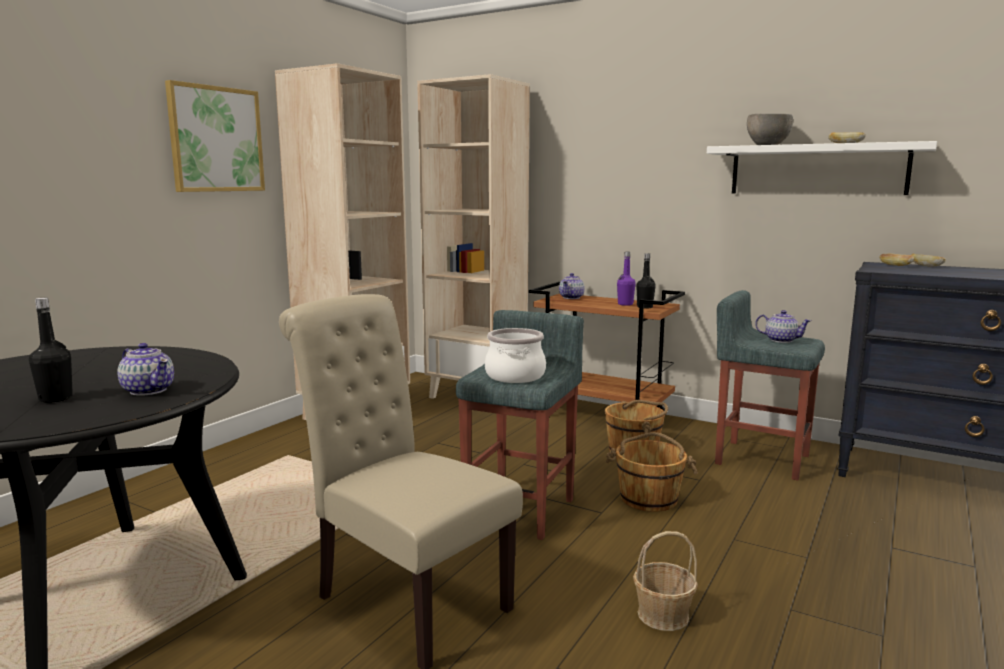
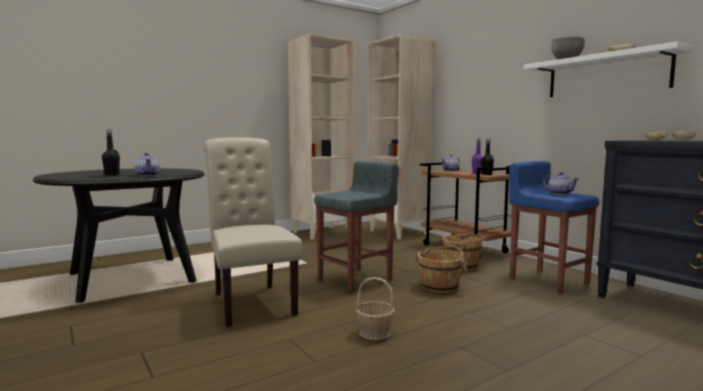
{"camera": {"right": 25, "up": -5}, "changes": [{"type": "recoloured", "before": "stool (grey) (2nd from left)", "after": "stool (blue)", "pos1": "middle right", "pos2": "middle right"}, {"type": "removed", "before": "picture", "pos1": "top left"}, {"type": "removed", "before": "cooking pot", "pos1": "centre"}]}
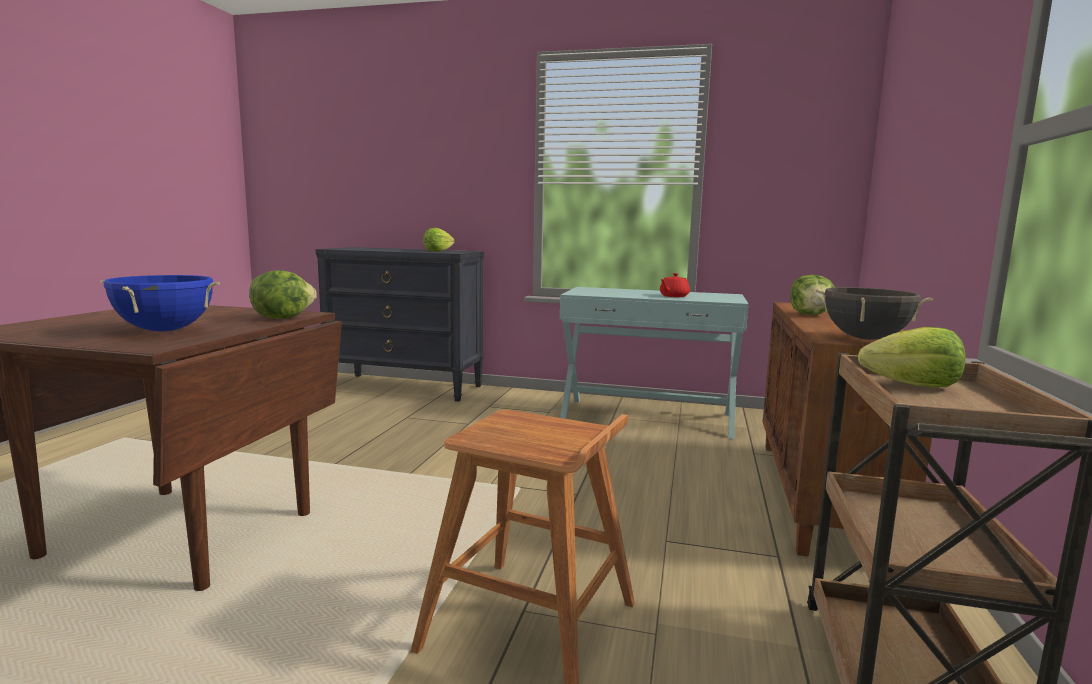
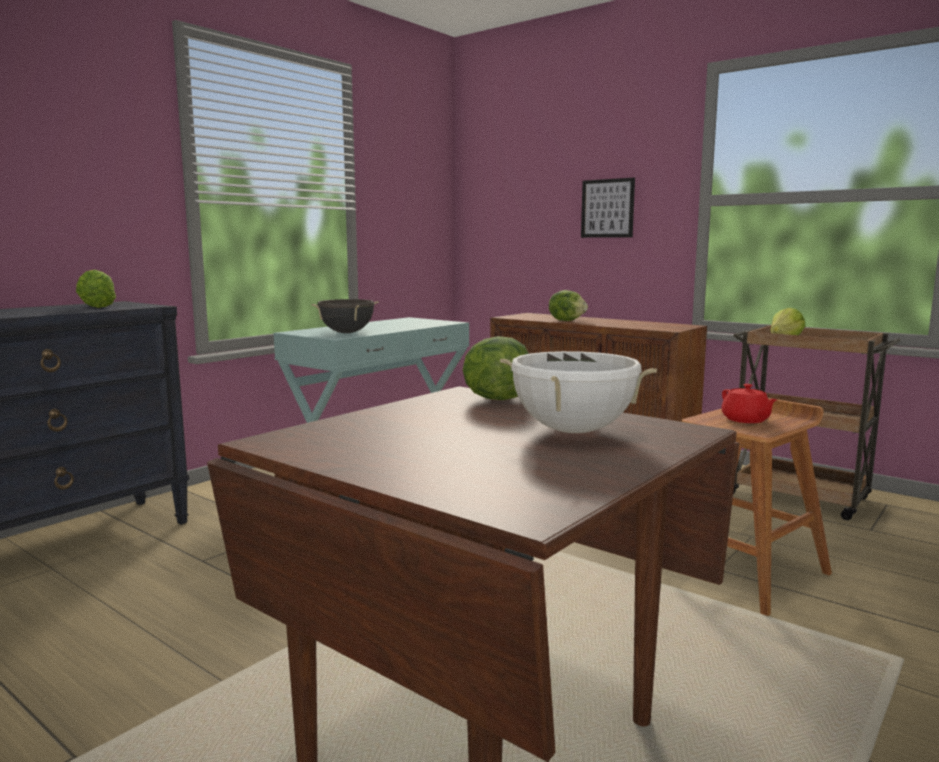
{"camera": {"right": -65, "up": 0}, "changes": [{"type": "moved", "before": "cooking pot (black)", "pos1": "middle right", "pos2": "centre"}, {"type": "recoloured", "before": "cooking pot (blue)", "after": "cooking pot (white)", "pos1": "middle left", "pos2": "centre"}, {"type": "added", "after": "picture", "pos2": "top centre"}, {"type": "moved", "before": "teapot (red)", "pos1": "centre", "pos2": "middle right"}]}
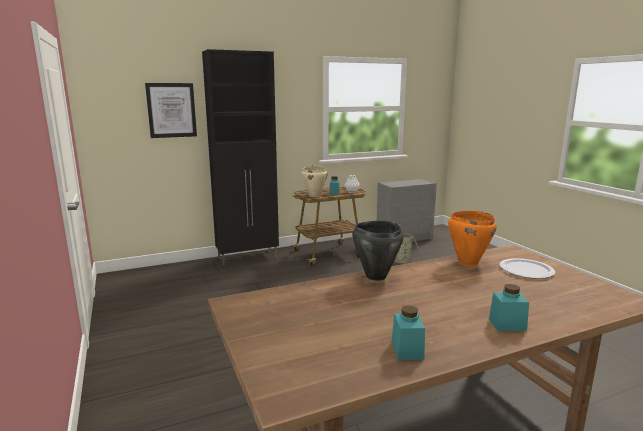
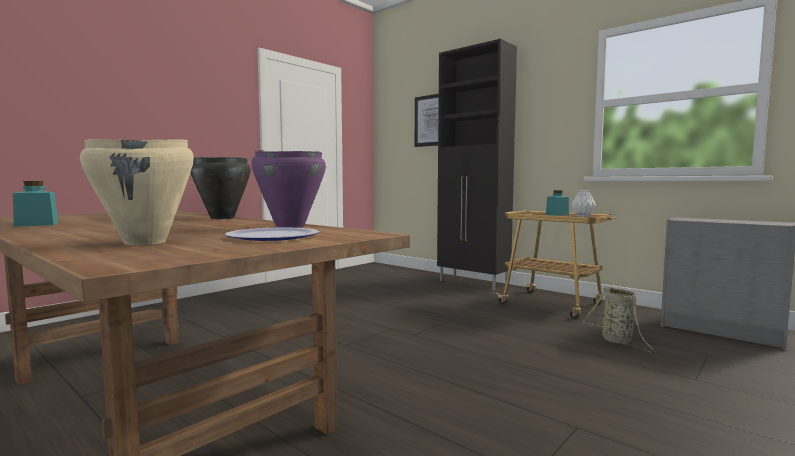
{"camera": {"right": 65, "up": -10}, "changes": [{"type": "moved", "before": "cooking pot (beige)", "pos1": "centre", "pos2": "middle left"}, {"type": "recoloured", "before": "cooking pot (orange)", "after": "cooking pot (purple)", "pos1": "middle right", "pos2": "centre"}, {"type": "removed", "before": "jar (turquoise) (3rd from left)", "pos1": "bottom right"}]}
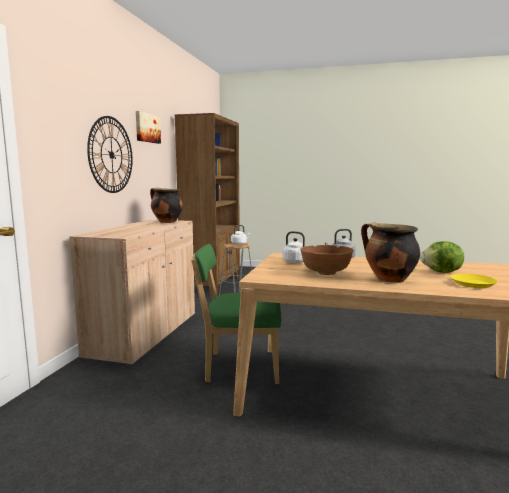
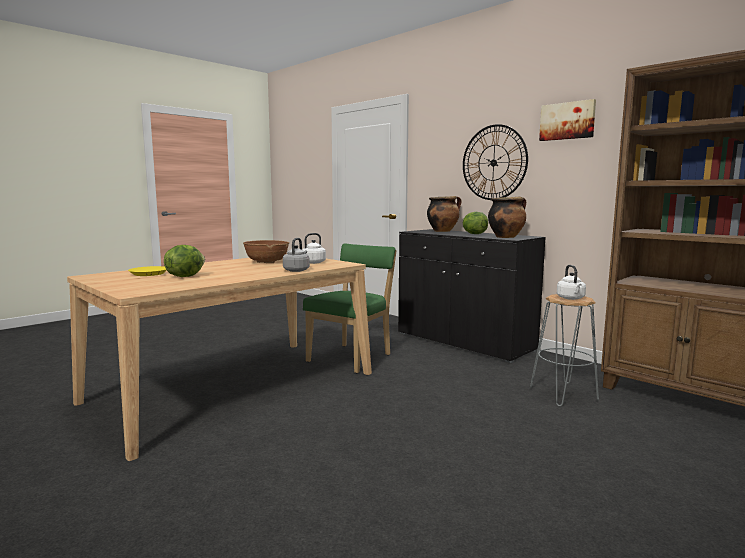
{"camera": {"right": 120, "up": 0}, "changes": [{"type": "recoloured", "before": "cabinet (beige)", "after": "cabinet (black)", "pos1": "middle left", "pos2": "centre"}, {"type": "moved", "before": "cooking pot (2nd from left in the first image)", "after": "cooking pot (1st from left)", "pos1": "middle right", "pos2": "centre"}, {"type": "added", "after": "lettuce (2nd from left)", "pos2": "centre"}]}
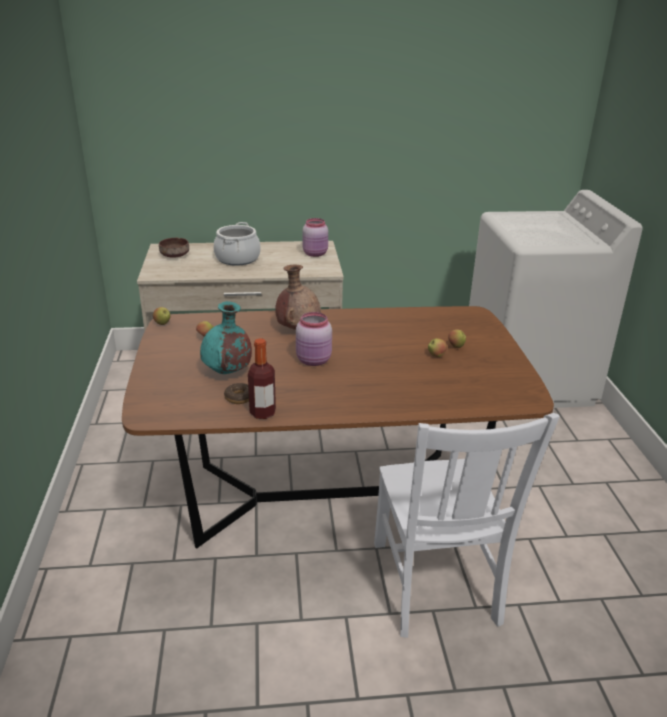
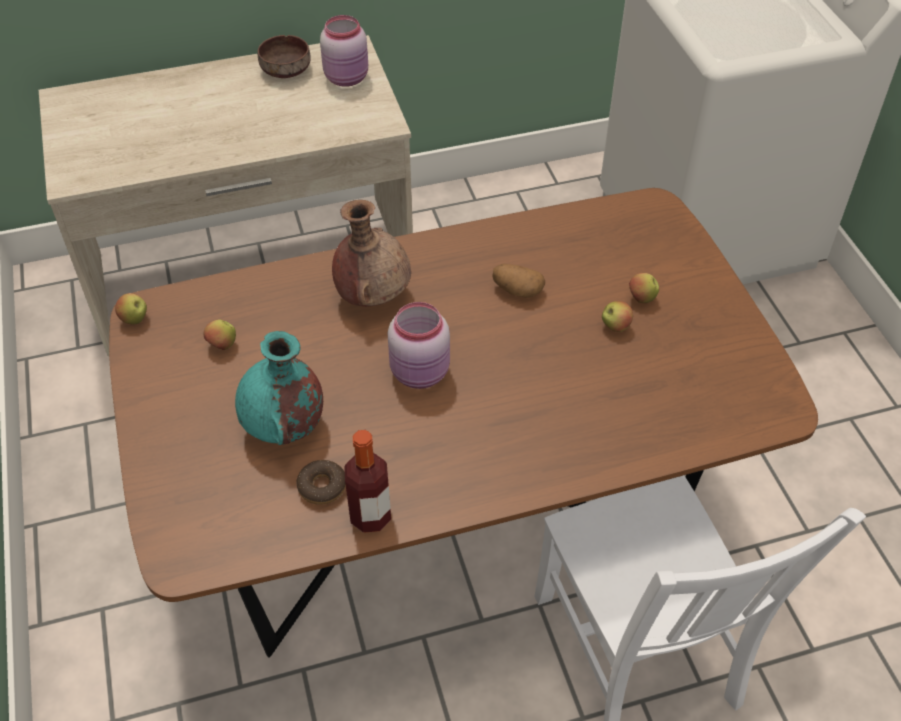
{"camera": {"right": -10, "up": 20}, "changes": [{"type": "moved", "before": "bowl (brown)", "pos1": "middle left", "pos2": "top left"}, {"type": "added", "after": "potato", "pos2": "centre"}, {"type": "removed", "before": "cooking pot", "pos1": "centre"}]}
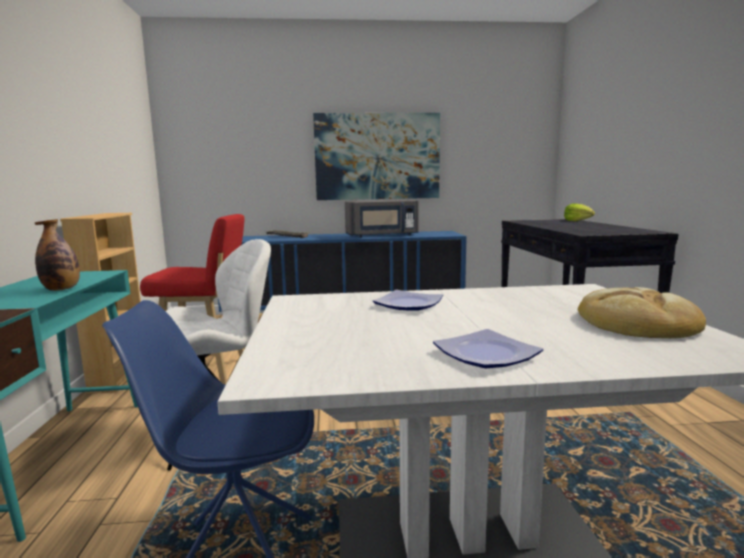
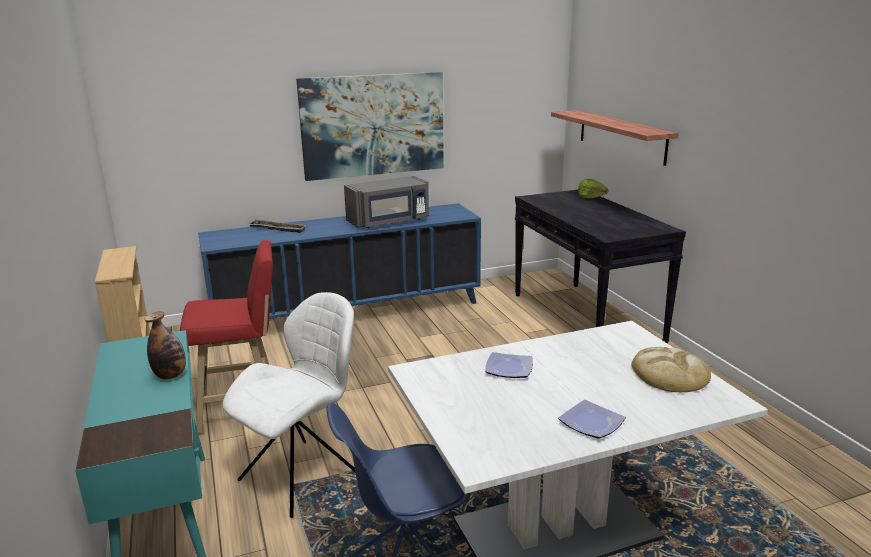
{"camera": {"right": -15, "up": 10}, "changes": [{"type": "added", "after": "shelf", "pos2": "top right"}]}
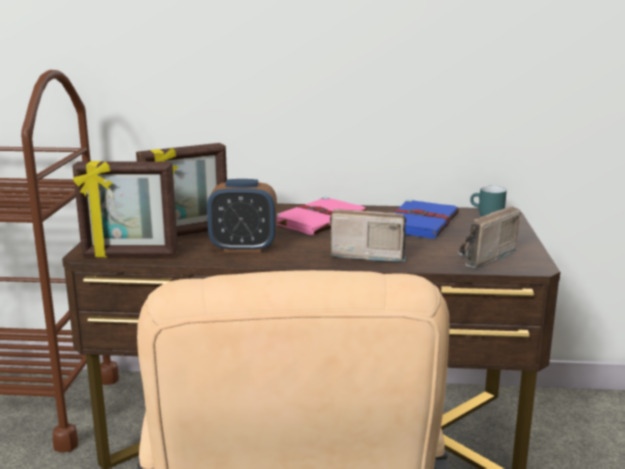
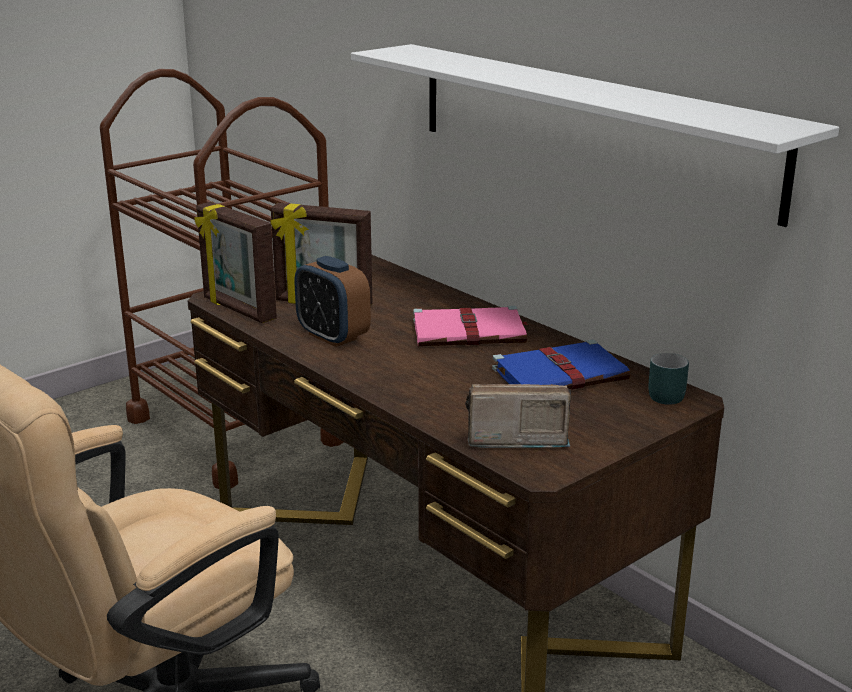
{"camera": {"right": 45, "up": 5}, "changes": [{"type": "added", "after": "shelf (white)", "pos2": "top right"}, {"type": "removed", "before": "radio (1st from left)", "pos1": "centre"}]}
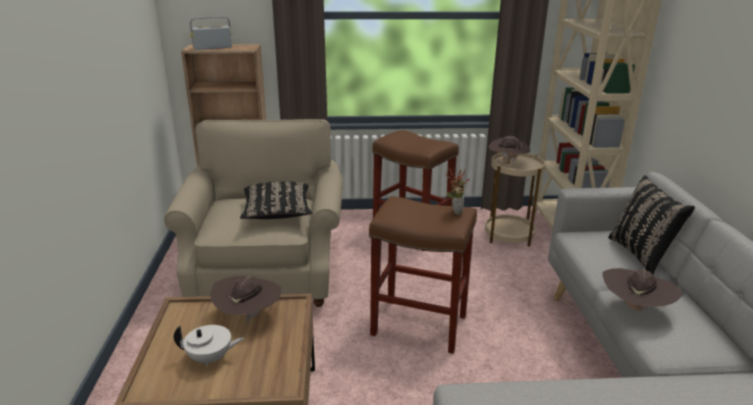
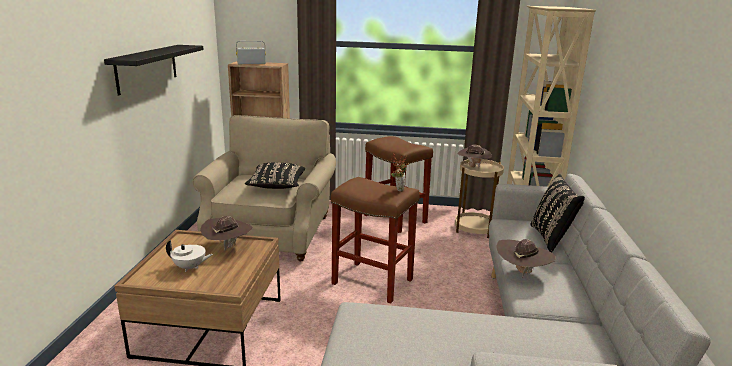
{"camera": {"right": 10, "up": -5}, "changes": [{"type": "added", "after": "shelf (black)", "pos2": "top left"}]}
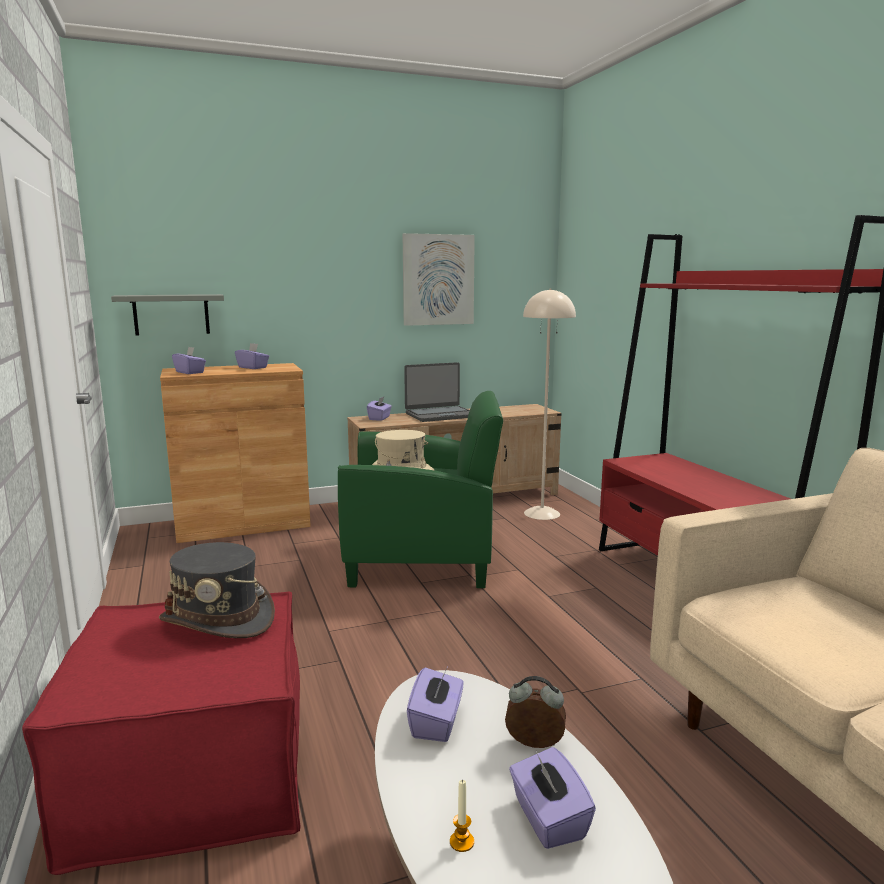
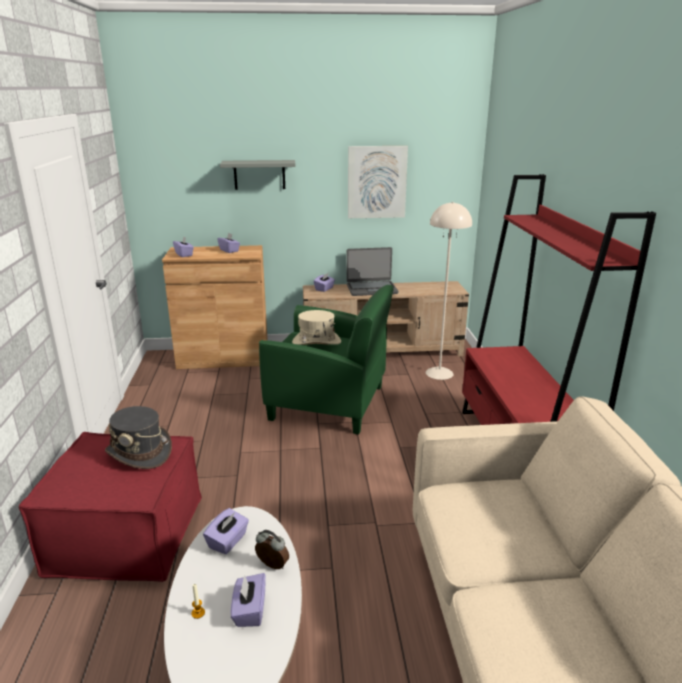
{"camera": {"right": 15, "up": 10}, "changes": [{"type": "moved", "before": "shelf (grey)", "pos1": "middle left", "pos2": "top centre"}]}
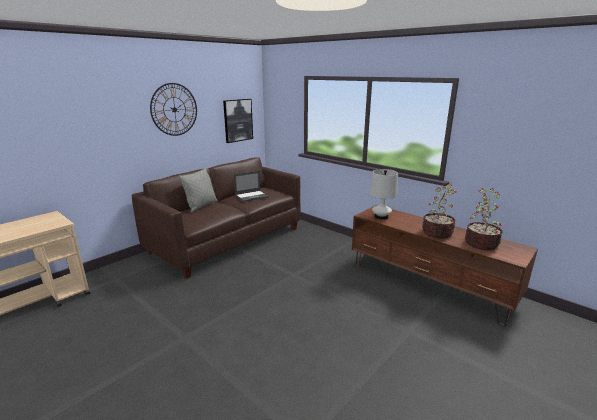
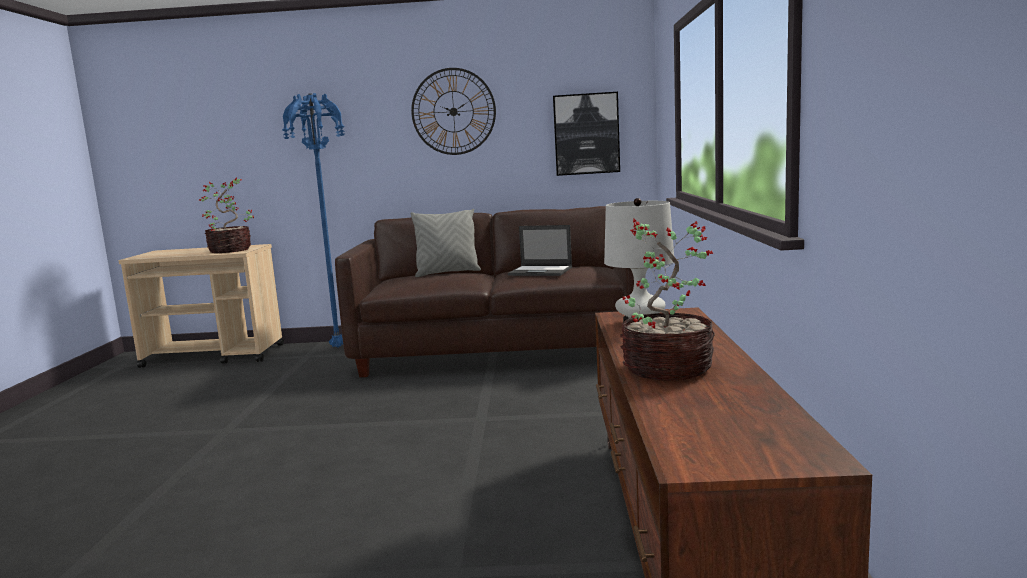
{"camera": {"right": 50, "up": -10}, "changes": [{"type": "moved", "before": "potted plant (2nd from left in the first image)", "after": "potted plant (1st from left)", "pos1": "middle right", "pos2": "middle left"}, {"type": "added", "after": "floor lamp (blue)", "pos2": "middle left"}]}
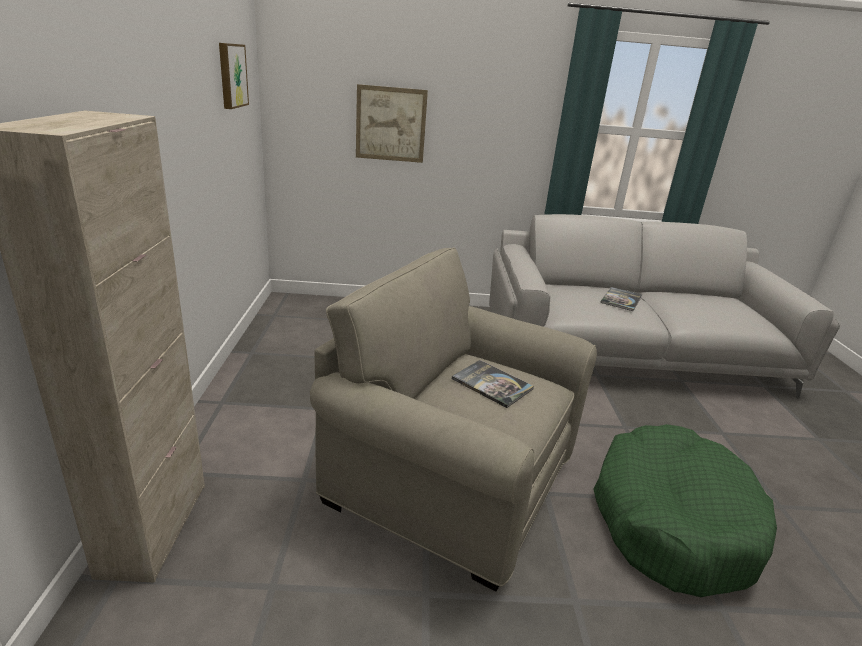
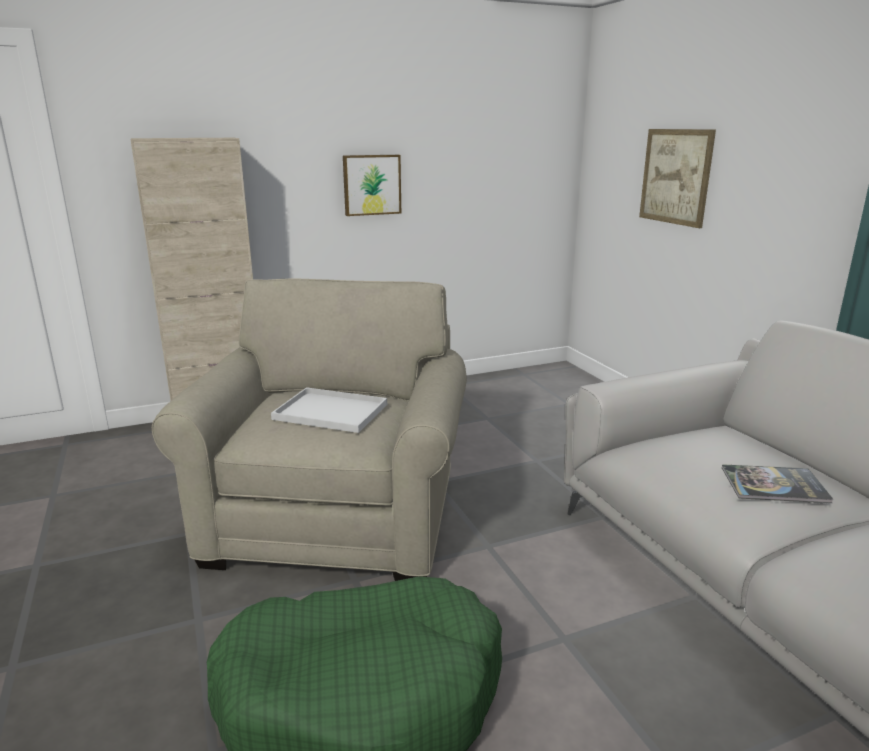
{"camera": {"right": 70, "up": -5}, "changes": [{"type": "replaced", "before": "book (1st from left)", "after": "tray (white)", "pos1": "centre", "pos2": "centre"}, {"type": "moved", "before": "picture (1st from left)", "pos1": "top left", "pos2": "top centre"}]}
